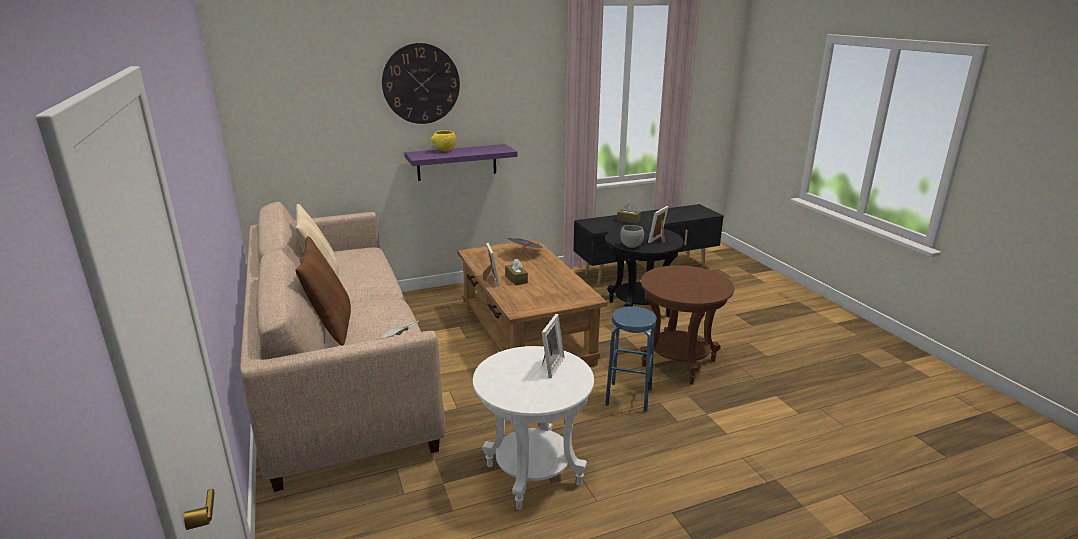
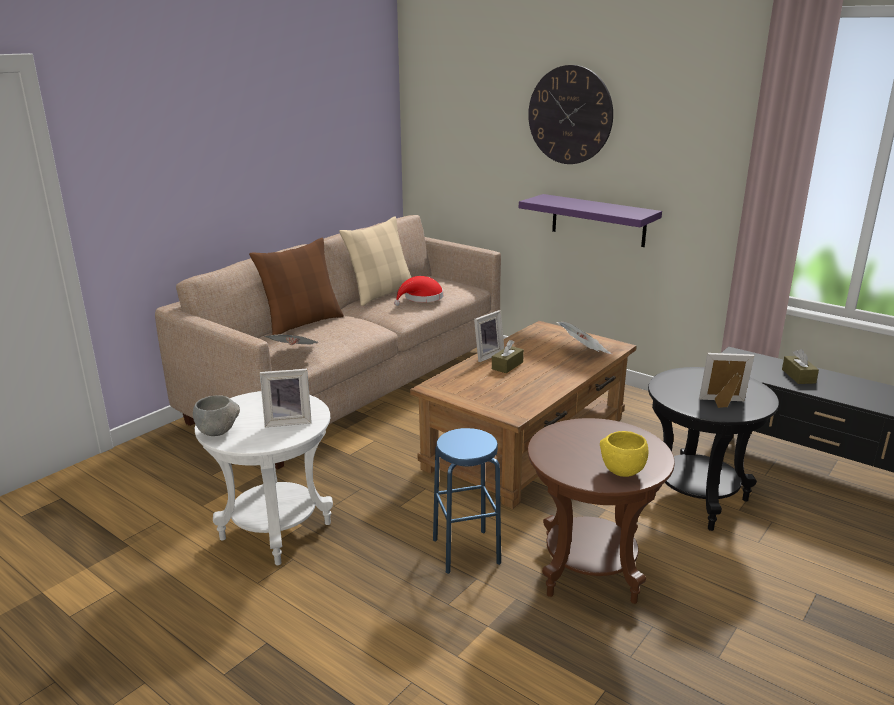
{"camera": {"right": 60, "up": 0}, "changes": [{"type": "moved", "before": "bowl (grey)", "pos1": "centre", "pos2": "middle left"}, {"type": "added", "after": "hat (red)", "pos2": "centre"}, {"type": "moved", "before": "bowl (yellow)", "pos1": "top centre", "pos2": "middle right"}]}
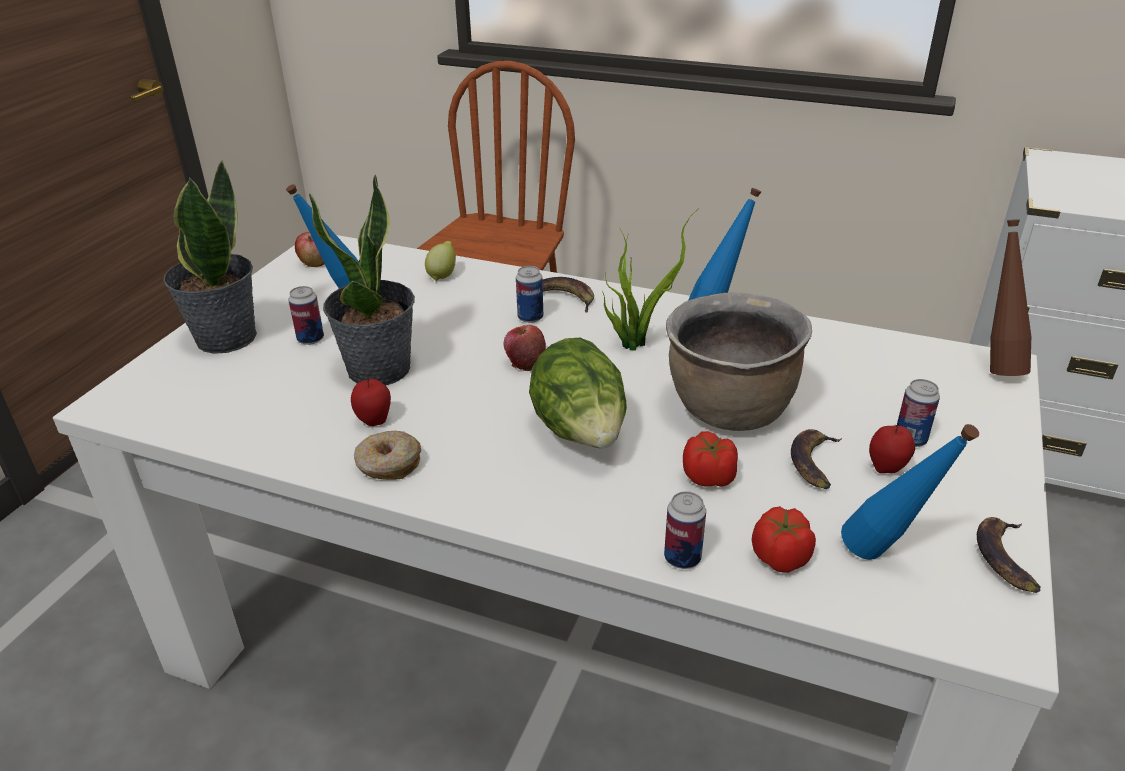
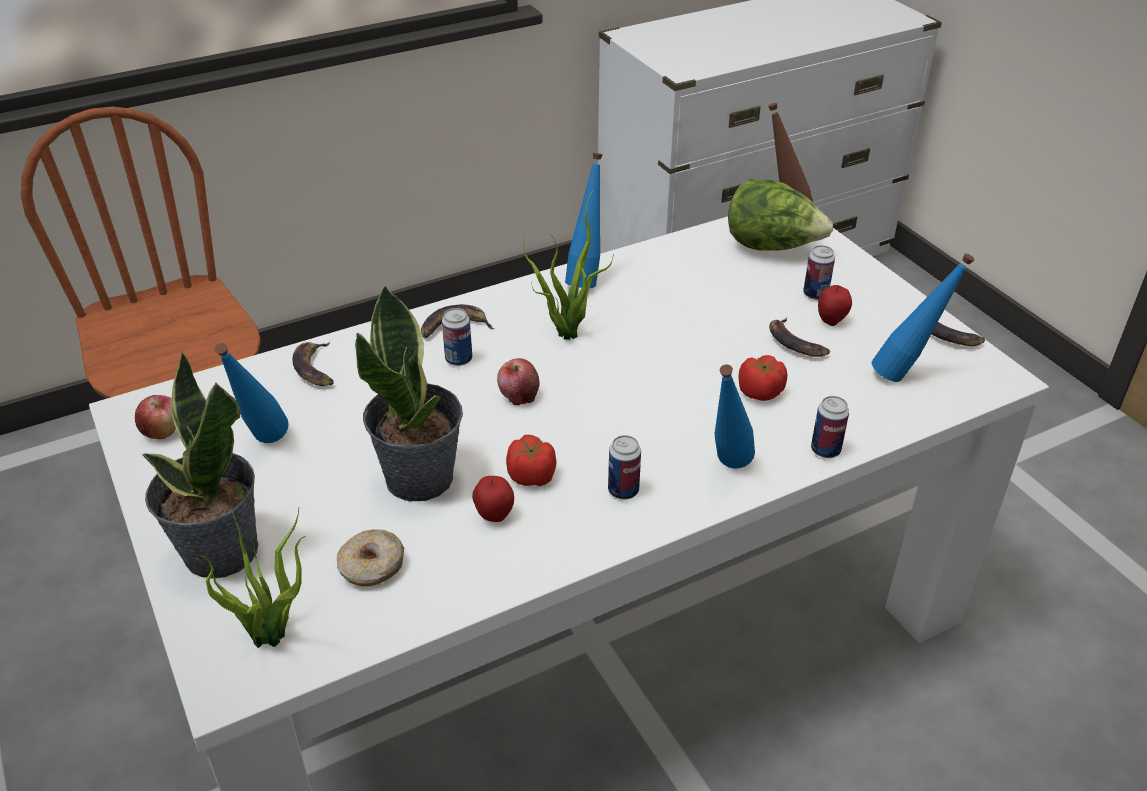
{"camera": {"right": -50, "up": 5}, "changes": [{"type": "added", "after": "potted plant (2nd from left)", "pos2": "bottom left"}, {"type": "replaced", "before": "lemon", "after": "banana (1st from left)", "pos1": "centre", "pos2": "middle left"}, {"type": "moved", "before": "donut", "pos1": "centre", "pos2": "bottom left"}, {"type": "moved", "before": "tomato (2nd from left in the first image)", "after": "tomato (1st from left)", "pos1": "bottom right", "pos2": "centre"}, {"type": "moved", "before": "can (1st from left in the first image)", "after": "can (2nd from left)", "pos1": "middle left", "pos2": "centre"}, {"type": "added", "after": "bottle (blue) (3rd from left)", "pos2": "centre"}, {"type": "moved", "before": "lettuce", "pos1": "centre", "pos2": "top right"}, {"type": "removed", "before": "cooking pot (brown)", "pos1": "centre"}]}
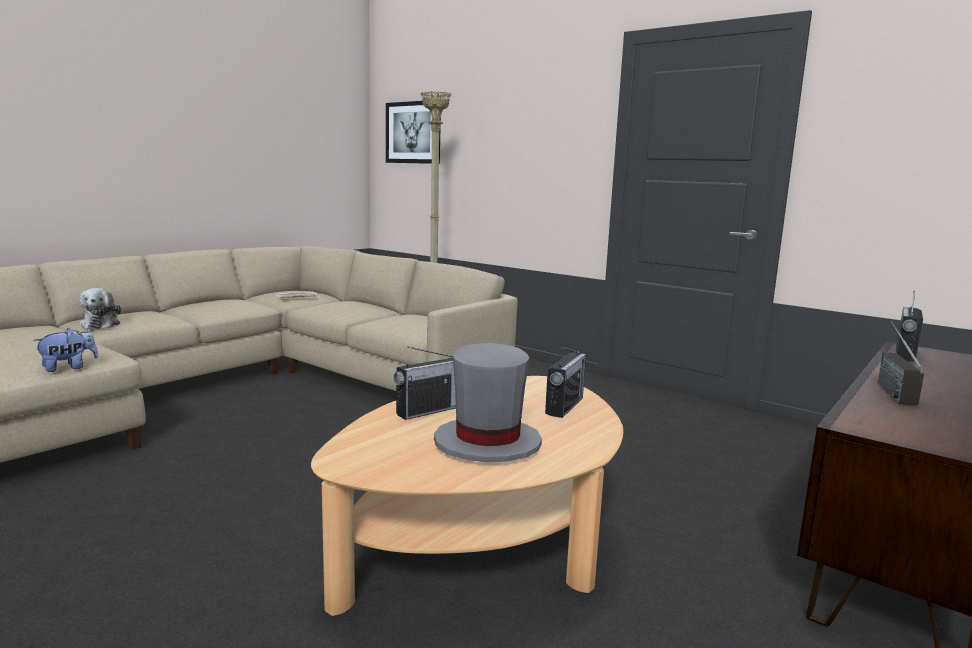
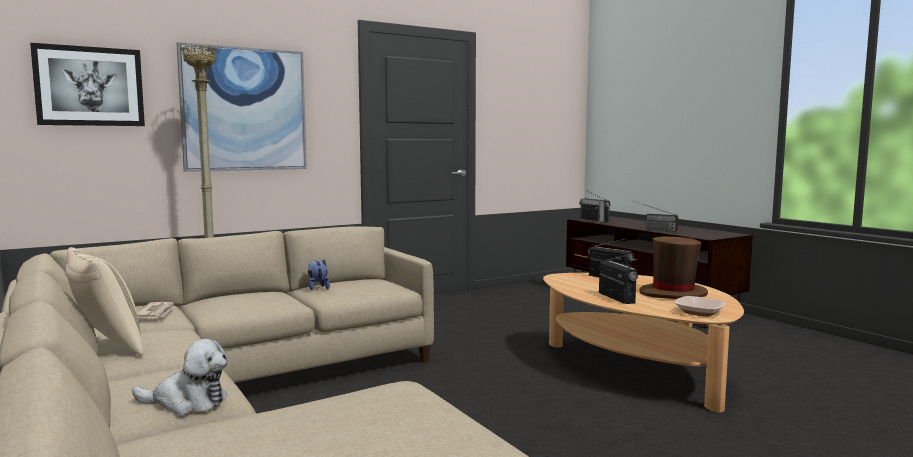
{"camera": {"right": -70, "up": -5}, "changes": [{"type": "added", "after": "pillow (beige)", "pos2": "middle left"}, {"type": "added", "after": "picture (2nd from left)", "pos2": "top left"}, {"type": "moved", "before": "plush toy (1st from left in the first image)", "after": "plush toy (2nd from left)", "pos1": "middle left", "pos2": "centre"}, {"type": "recoloured", "before": "hat (grey)", "after": "hat (brown)", "pos1": "centre", "pos2": "middle right"}, {"type": "added", "after": "bowl", "pos2": "bottom right"}]}
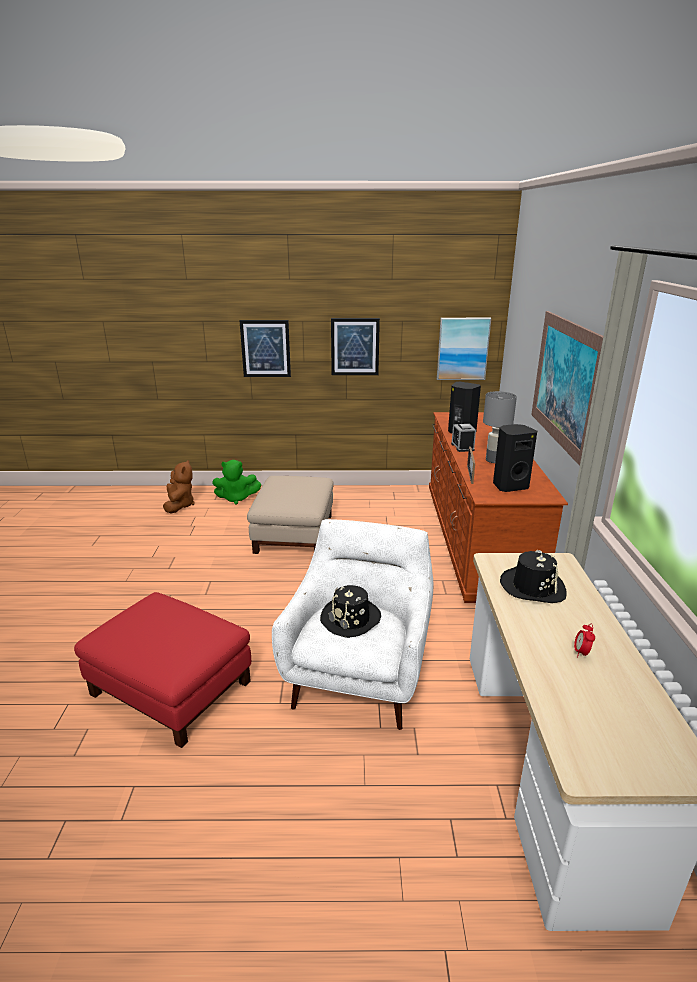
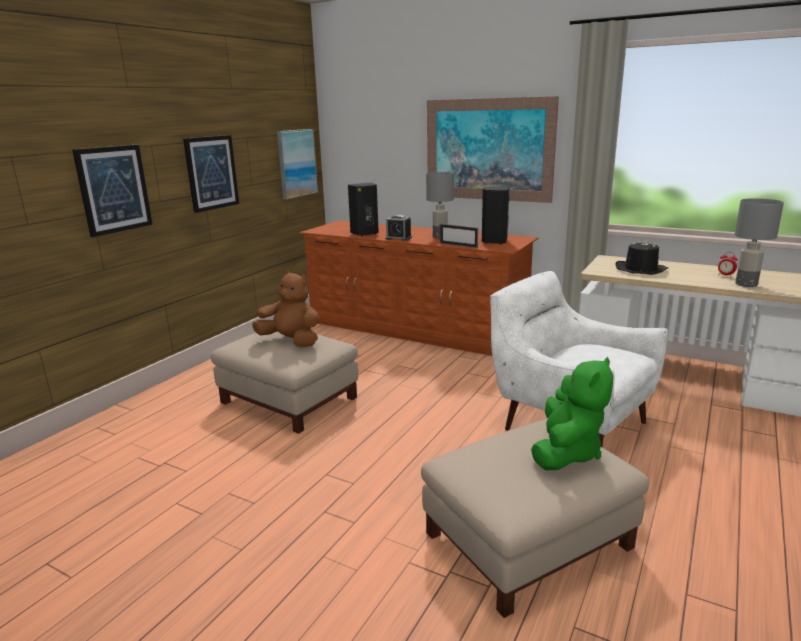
{"camera": {"right": -60, "up": -5}, "changes": [{"type": "moved", "before": "plush toy (brown)", "pos1": "middle left", "pos2": "centre"}, {"type": "recoloured", "before": "ottoman (red)", "after": "ottoman (beige) (2nd from left)", "pos1": "bottom left", "pos2": "bottom right"}, {"type": "moved", "before": "plush toy (green)", "pos1": "centre", "pos2": "middle right"}, {"type": "added", "after": "table lamp (grey) (2nd from left)", "pos2": "middle right"}, {"type": "removed", "before": "hat (black) (1st from left)", "pos1": "centre"}]}
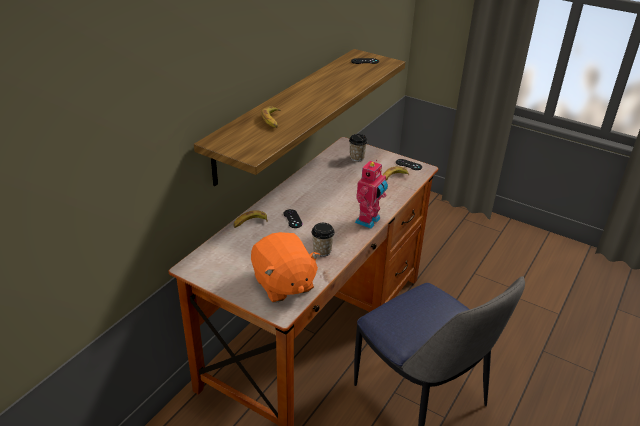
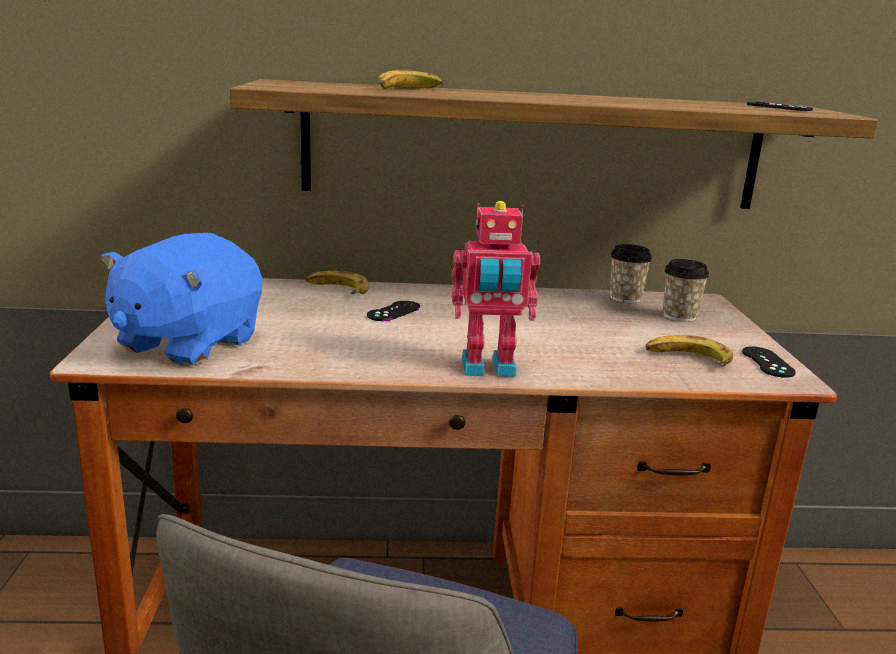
{"camera": {"right": 55, "up": -15}, "changes": [{"type": "recoloured", "before": "plush toy (orange)", "after": "plush toy (blue)", "pos1": "centre", "pos2": "middle left"}, {"type": "moved", "before": "cup (1st from left)", "pos1": "centre", "pos2": "middle right"}]}
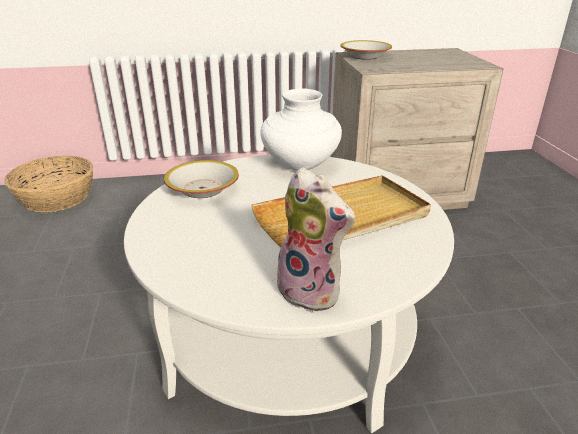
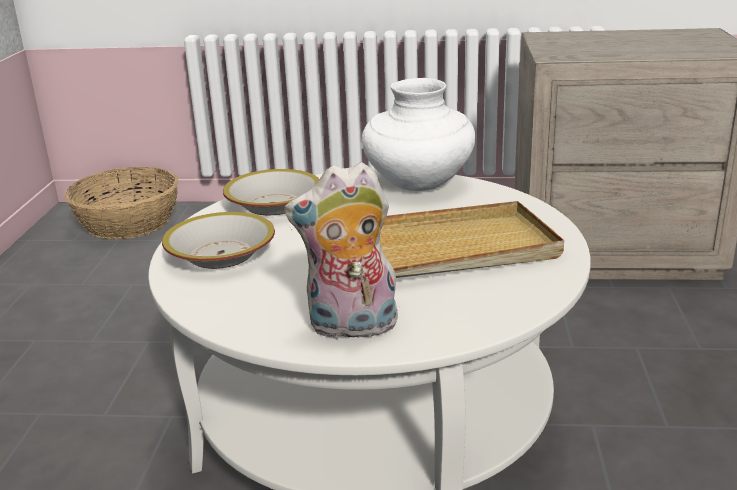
{"camera": {"right": 15, "up": -5}, "changes": [{"type": "moved", "before": "bowl (2nd from left in the first image)", "after": "bowl (1st from left)", "pos1": "top centre", "pos2": "middle left"}, {"type": "turned", "before": "plush toy", "pos1": "centre", "pos2": "centre", "turn": 120}]}
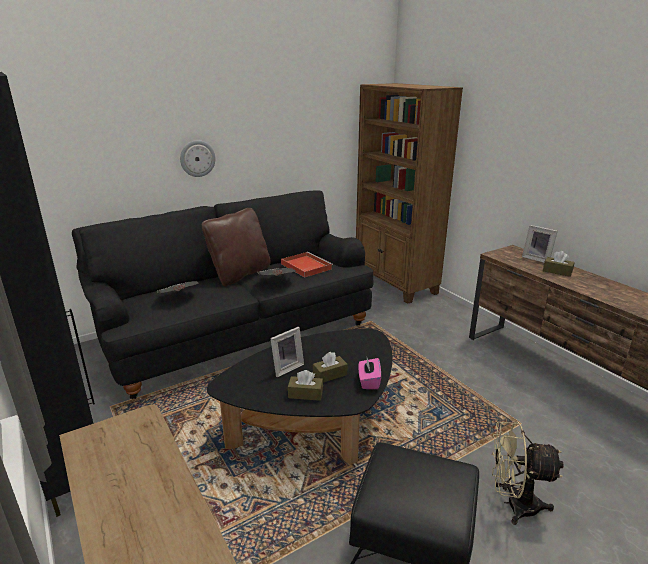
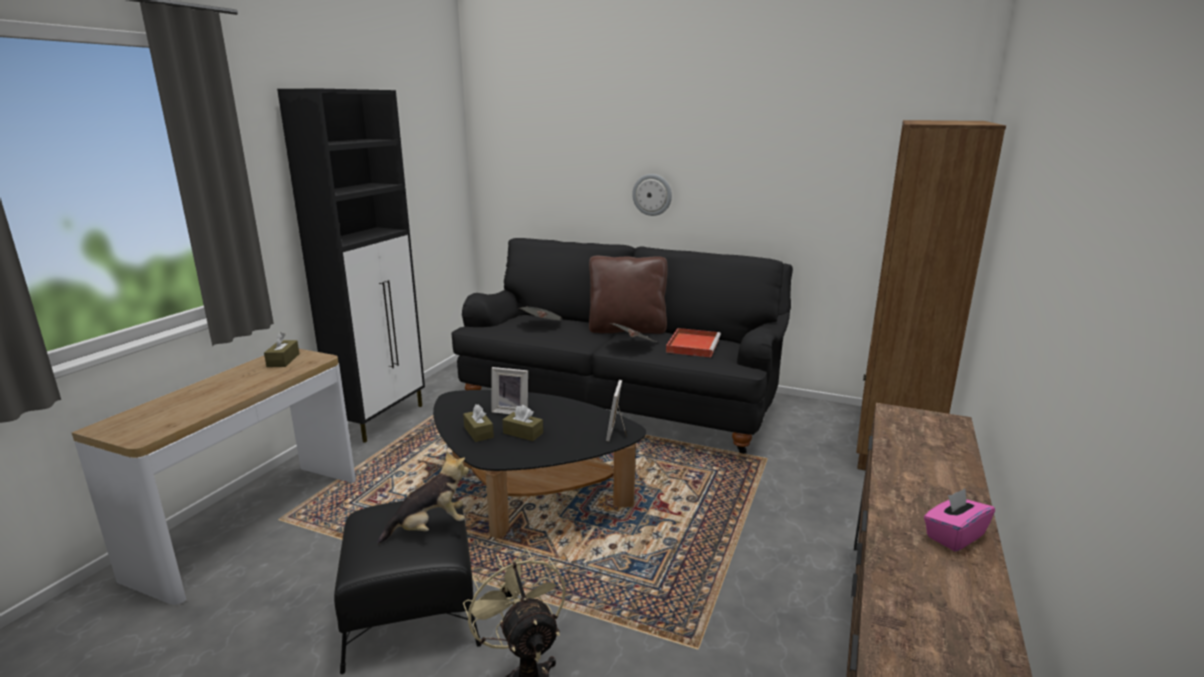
{"camera": {"right": 55, "up": -5}, "changes": [{"type": "moved", "before": "tissue box (brown) (3rd from left in the first image)", "after": "tissue box (brown) (1st from left)", "pos1": "middle right", "pos2": "middle left"}, {"type": "added", "after": "plush toy", "pos2": "bottom centre"}, {"type": "moved", "before": "picture frame (2nd from left)", "pos1": "middle right", "pos2": "centre"}, {"type": "moved", "before": "tissue box (pink)", "pos1": "centre", "pos2": "bottom right"}]}
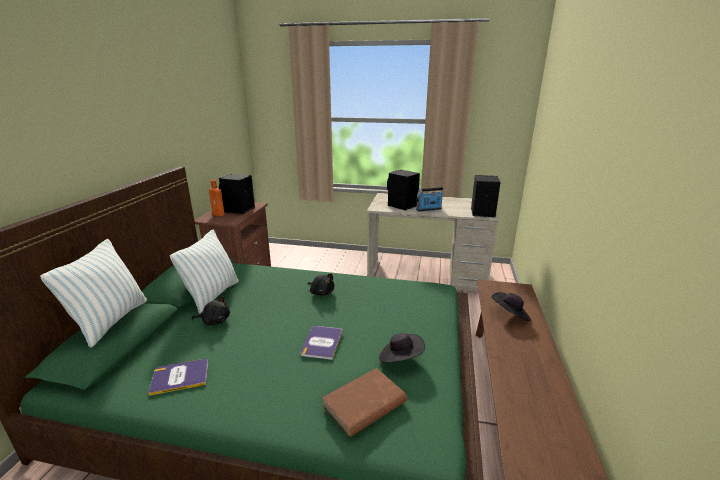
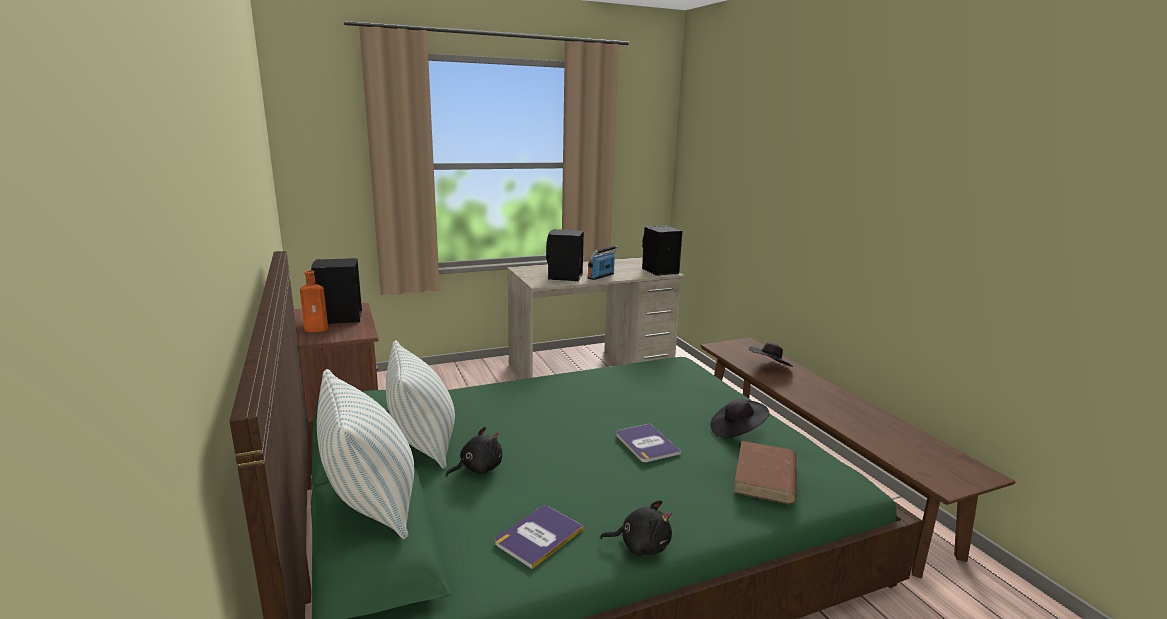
{"camera": {"right": -35, "up": -5}, "changes": [{"type": "moved", "before": "plush toy (black) (2nd from left)", "pos1": "centre", "pos2": "bottom centre"}]}
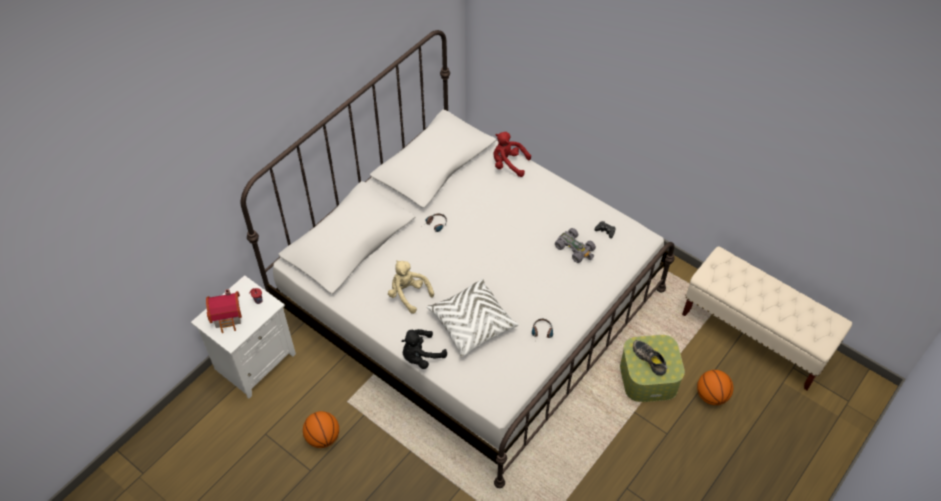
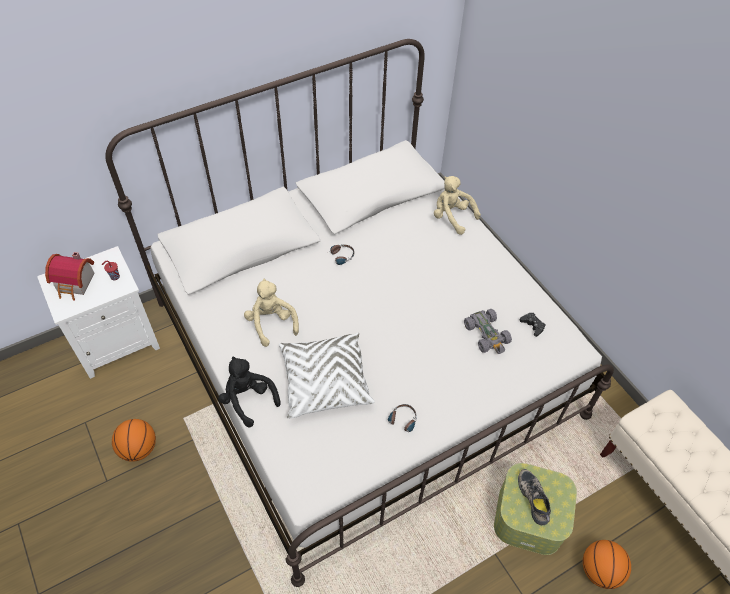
{"camera": {"right": 20, "up": 0}, "changes": [{"type": "turned", "before": "plush toy (black)", "pos1": "bottom centre", "pos2": "centre", "turn": 60}, {"type": "recoloured", "before": "plush toy (red)", "after": "plush toy (beige) (2nd from left)", "pos1": "top centre", "pos2": "centre"}]}
